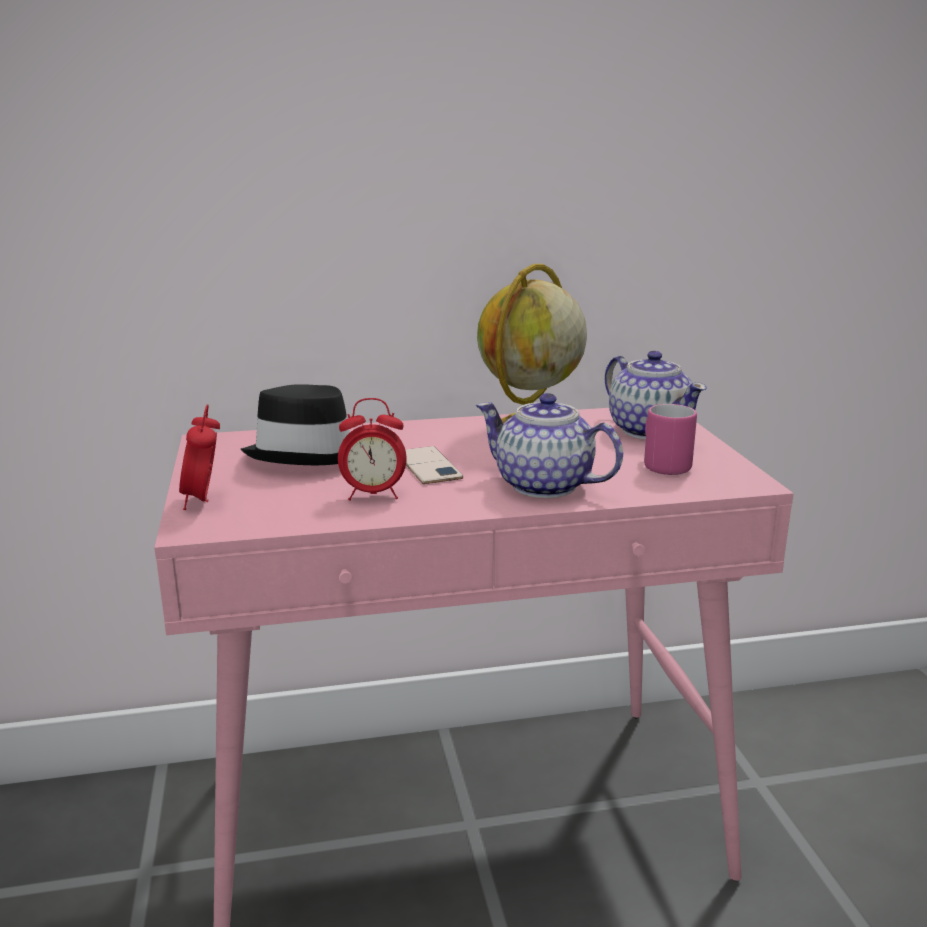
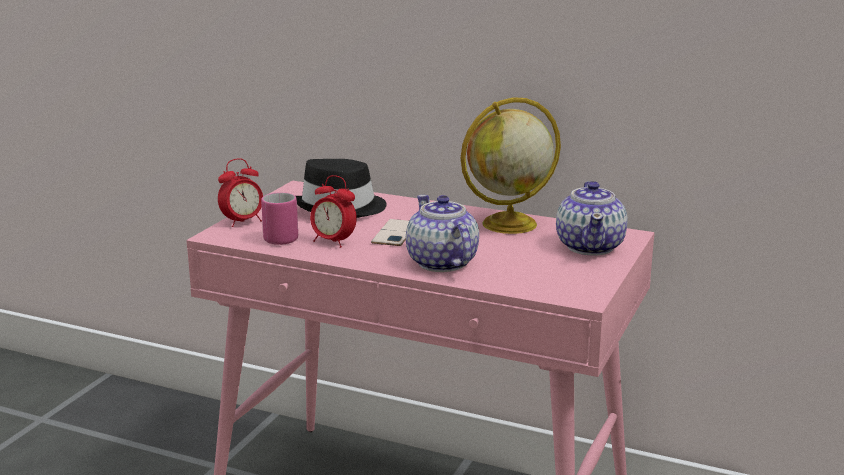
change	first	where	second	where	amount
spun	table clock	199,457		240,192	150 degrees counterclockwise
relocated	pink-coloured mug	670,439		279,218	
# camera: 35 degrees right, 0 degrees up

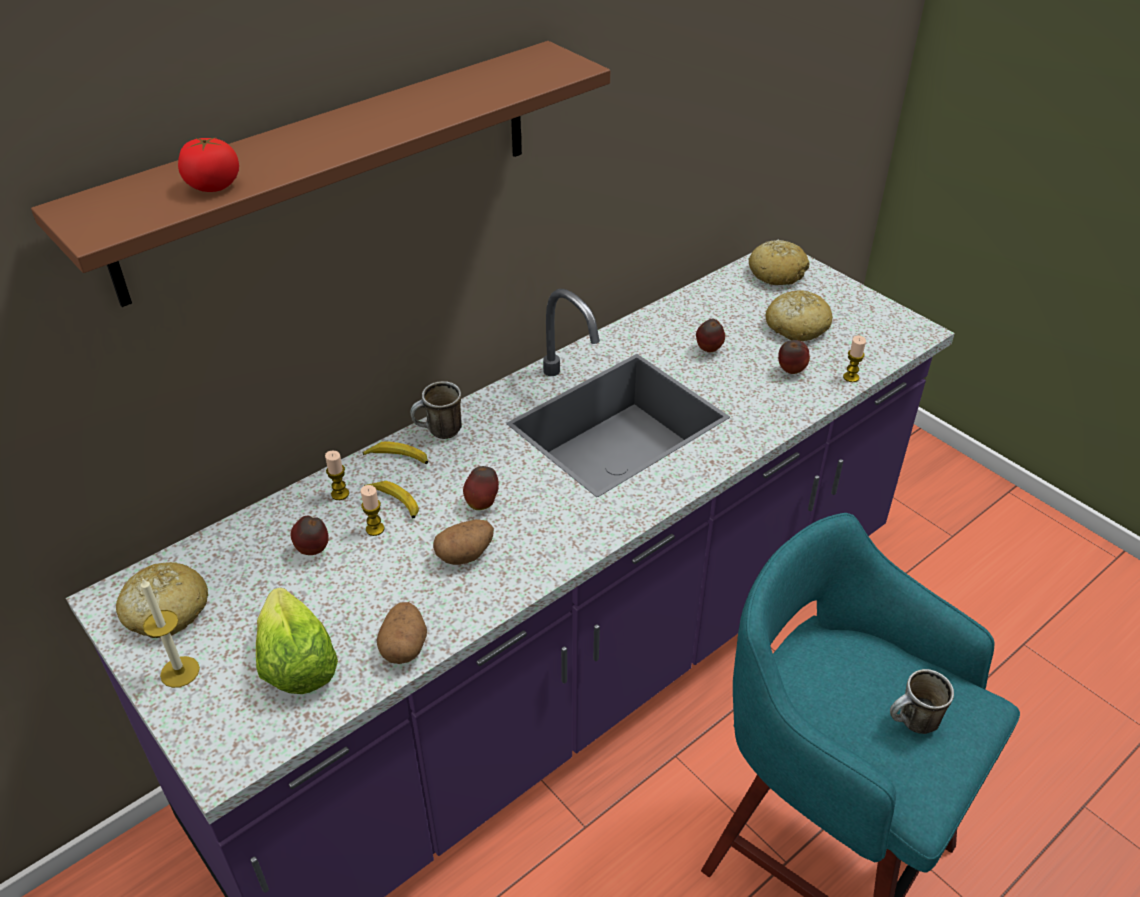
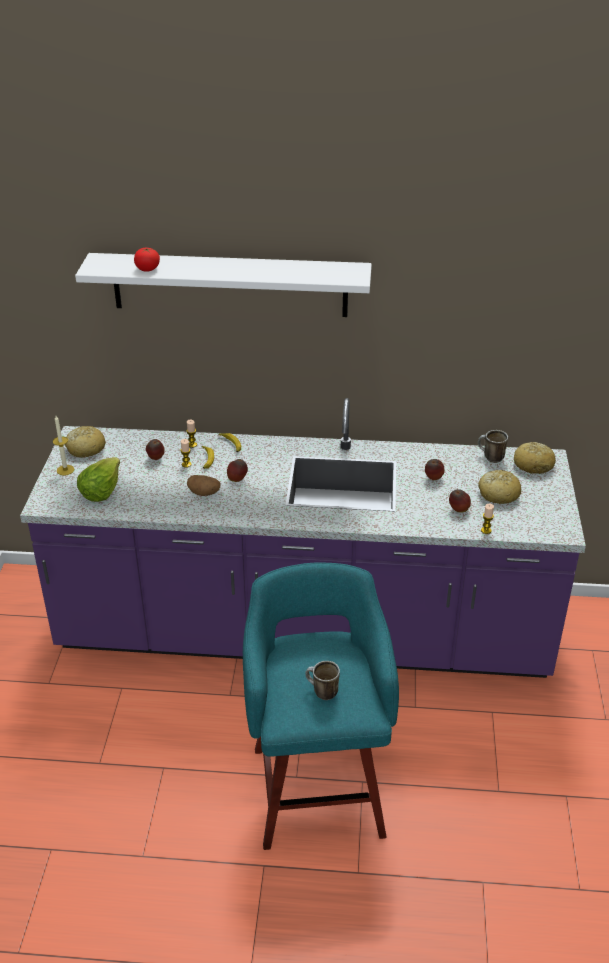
change	first	where	second	where	amount
colour	brownish bracket shelf	320,174	white bracket shelf	223,285	
relocated	mug	436,410		493,446	
missing	whole potato	401,633			
# camera: 45 degrees right, 5 degrees down

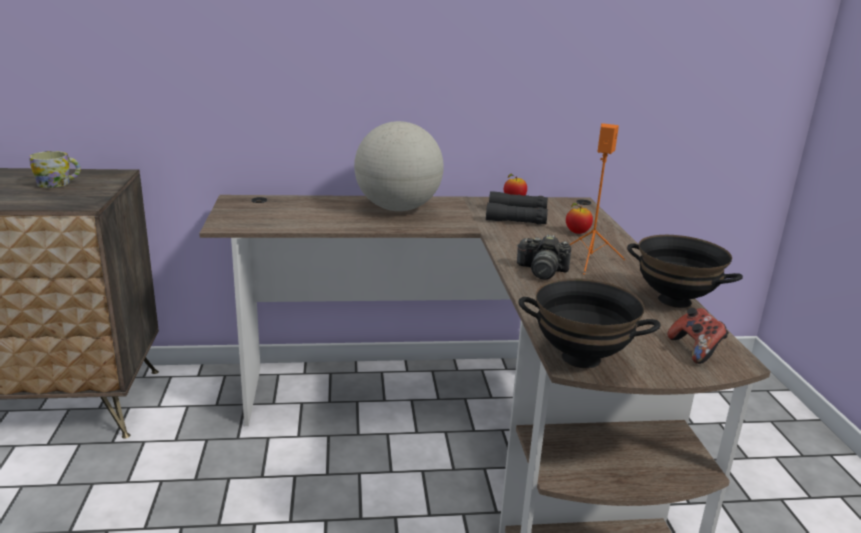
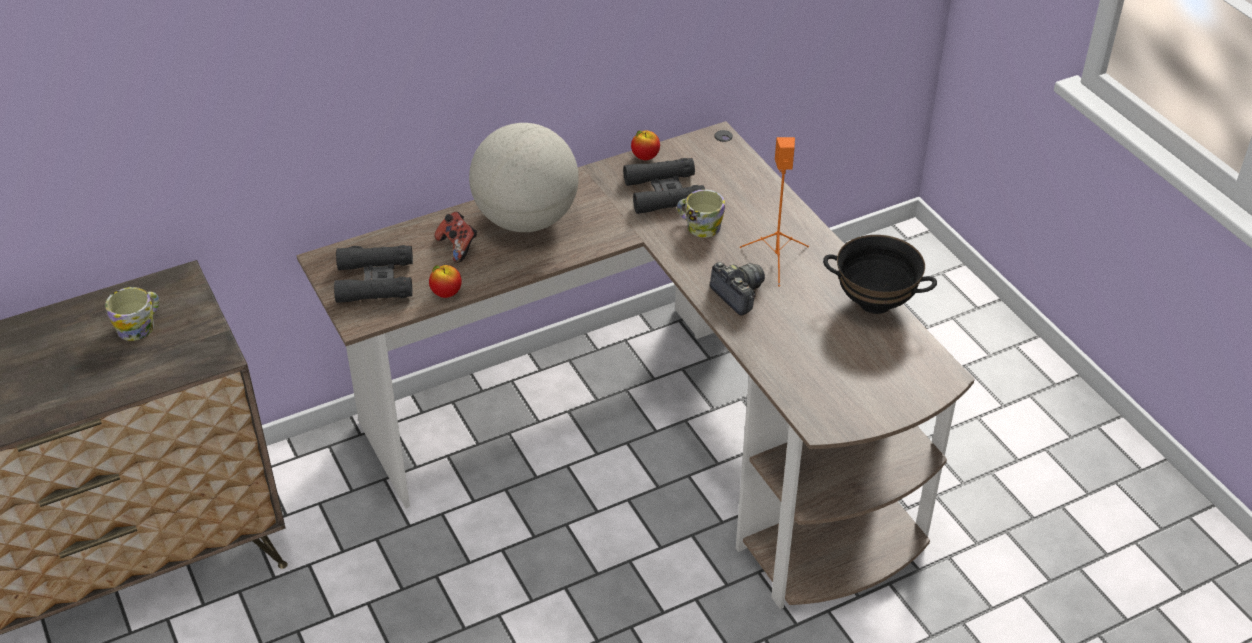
change	first	where	second	where	amount
relocated	apple fruit	579,218		445,281	
spun	still camera	544,256		737,289	120 degrees counterclockwise
missing	blackish serving bowl	590,323			
relocated	gamepad	698,336		456,237	
appeared			mug	701,213	
appeared			blackish binoculars	373,274	
# camera: 20 degrees left, 20 degrees up

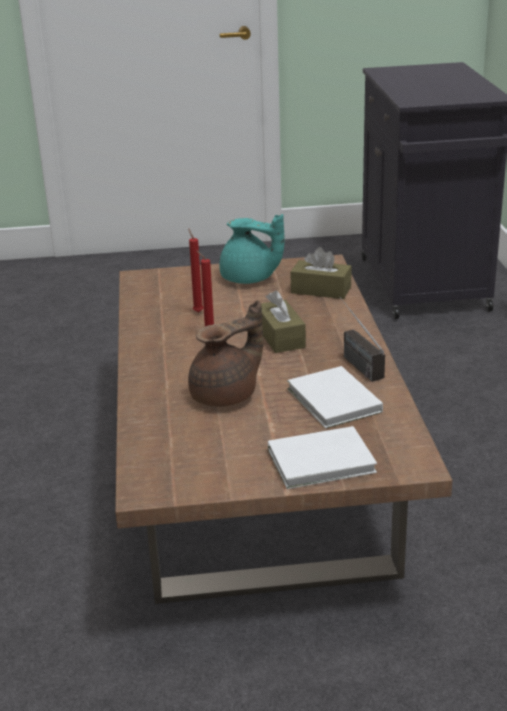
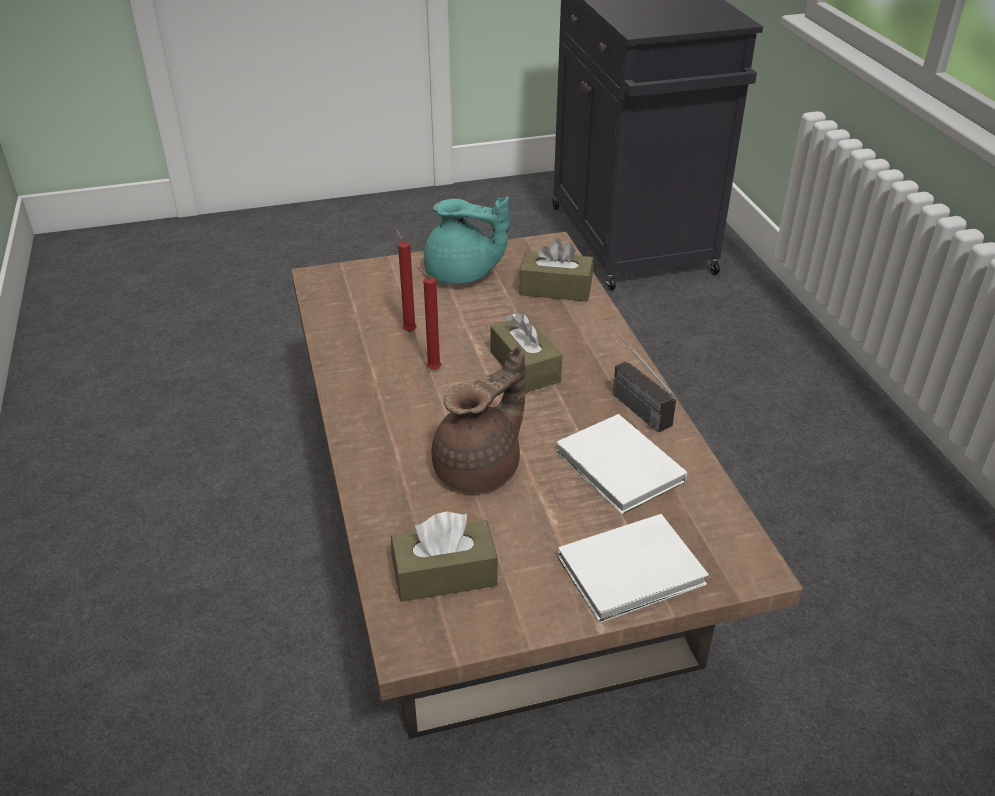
change	first	where	second	where	amount
appeared			brownish tissue box	444,557	
# camera: 10 degrees left, 10 degrees up

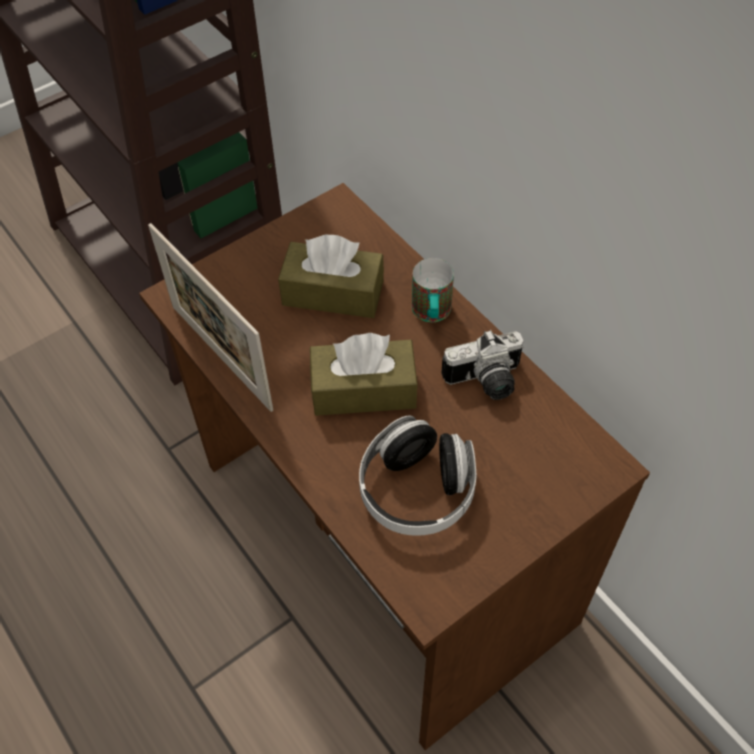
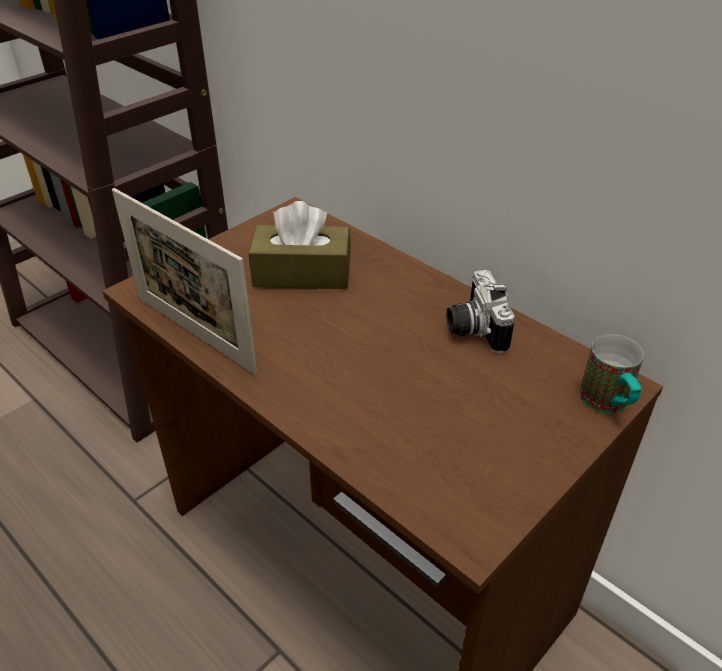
change	first	where	second	where	amount
relocated	mug	433,290		611,374	
spun	still camera	482,365		480,311	105 degrees clockwise
missing	brownish tissue box	364,374			
missing	headset	417,476			
# camera: 10 degrees left, 15 degrees down

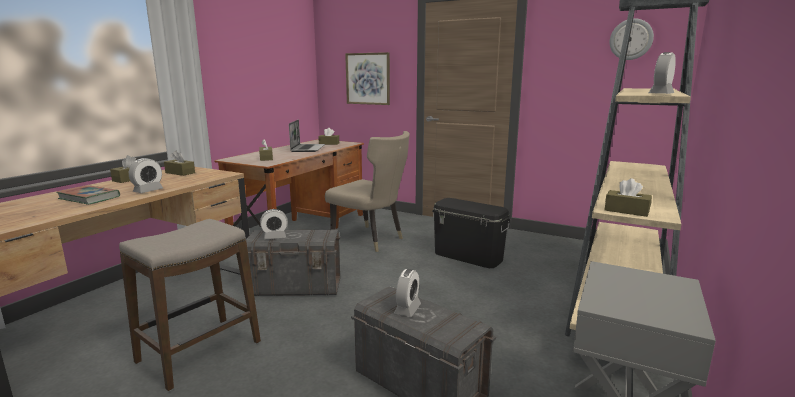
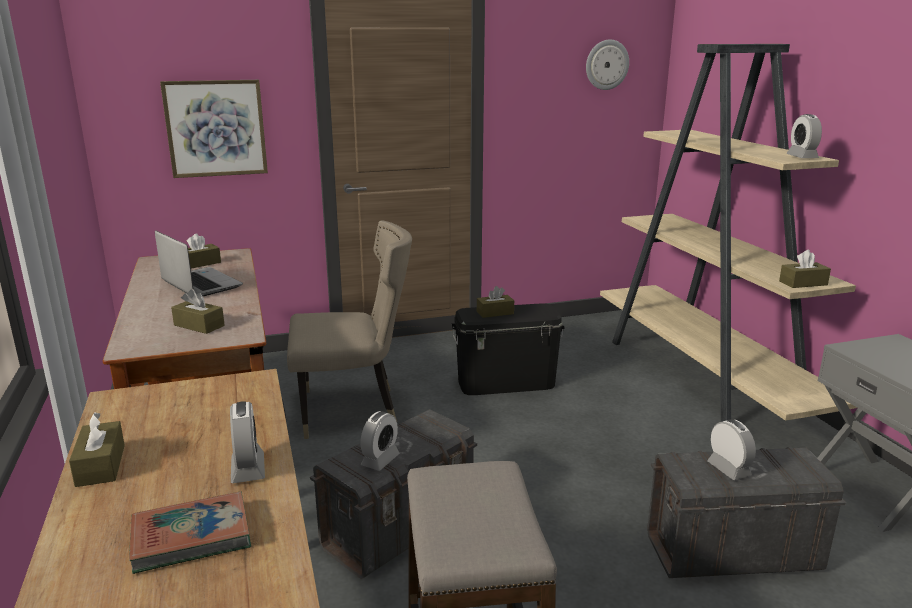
change	first	where	second	where	amount
relocated	brownish tissue box	179,163		495,302	
# camera: 45 degrees left, 5 degrees up

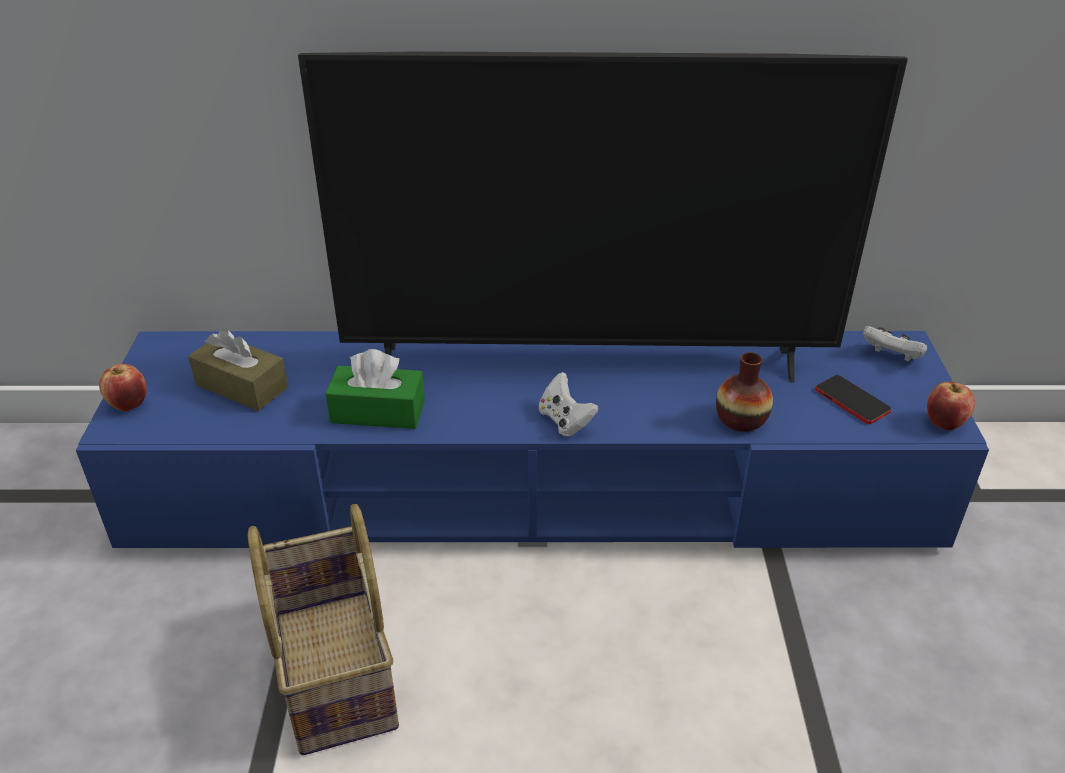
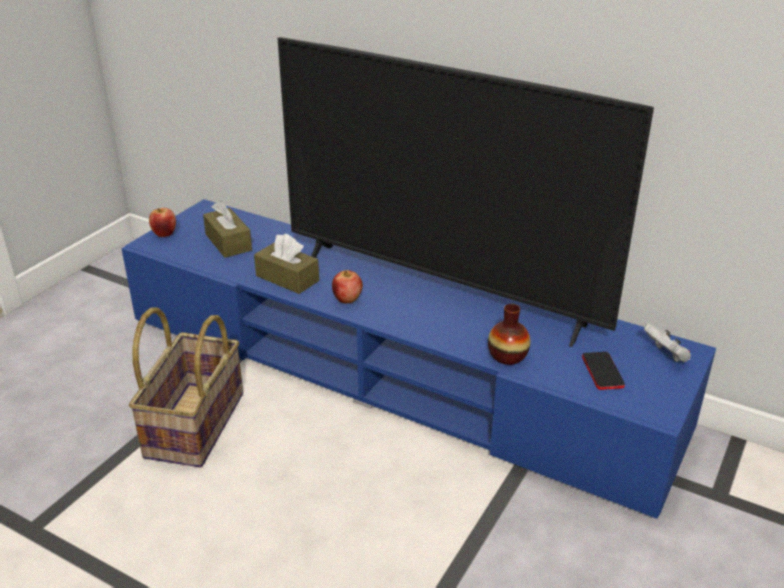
change	first	where	second	where	amount
colour	greenish tissue box	375,389	brownish tissue box	286,263	
missing	white gamepad	568,404			
relocated	apple fruit	951,406		347,286	
# camera: 30 degrees right, 5 degrees down

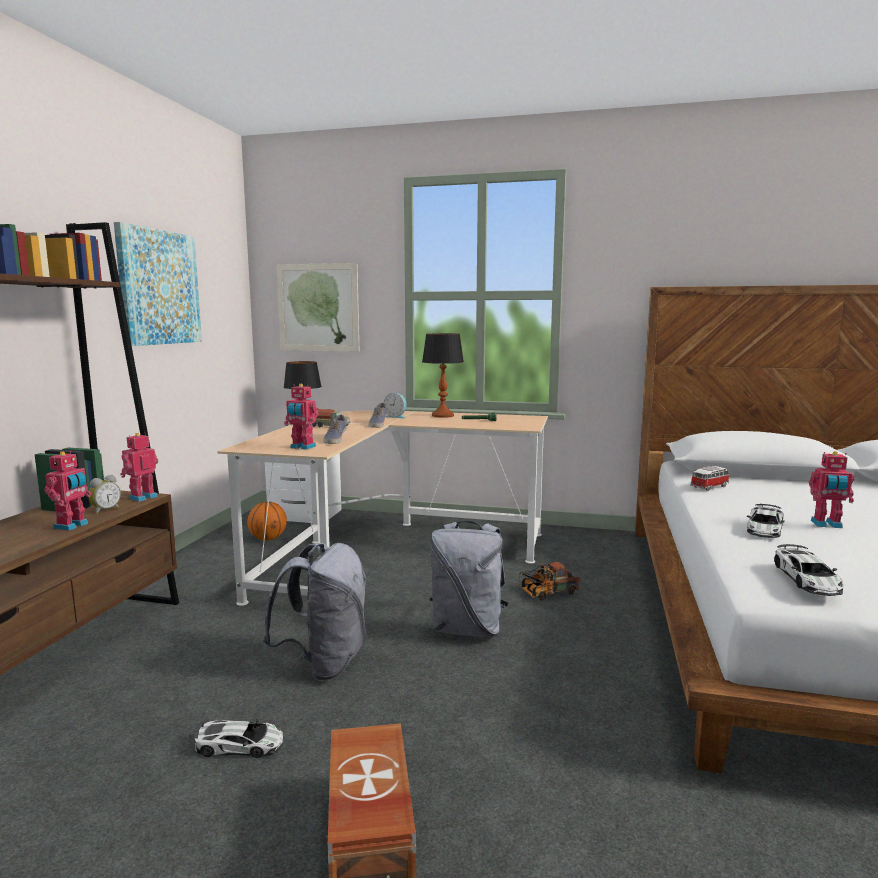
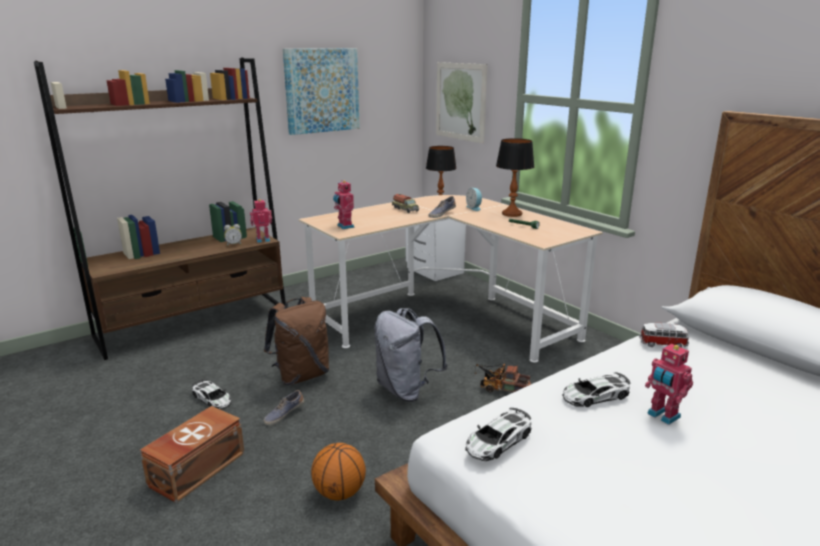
change	first	where	second	where	amount
relocated	item of footwear	335,429		283,408	
missing	model robot	67,491			
relocated	ball for basketball	267,521		338,471	
colour	grey backpack	314,612	brownish backpack	296,341	
# camera: 40 degrees right, 10 degrees up

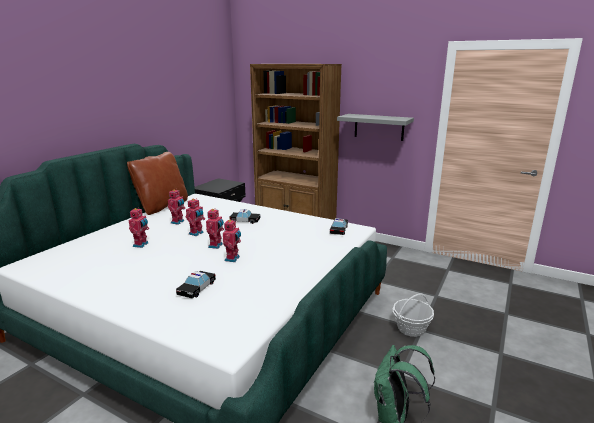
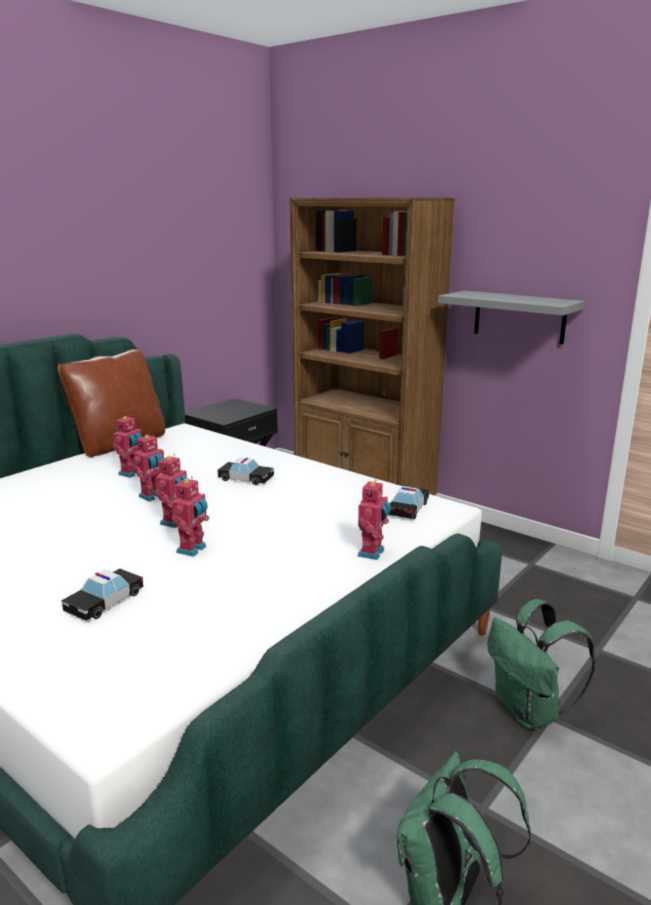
change	first	where	second	where	amount
relocated	model robot	139,227		374,519	
exchanged	storage basket	413,315	greenish backpack	541,664	
# camera: 10 degrees right, 0 degrees up

